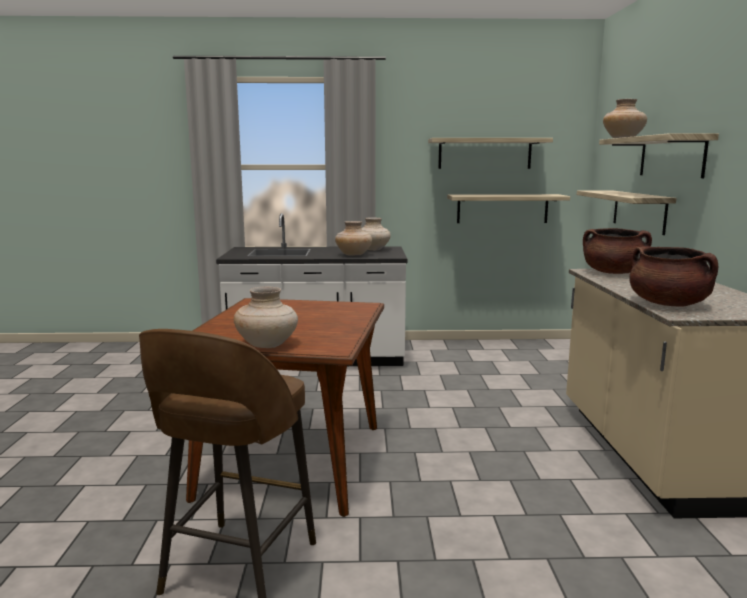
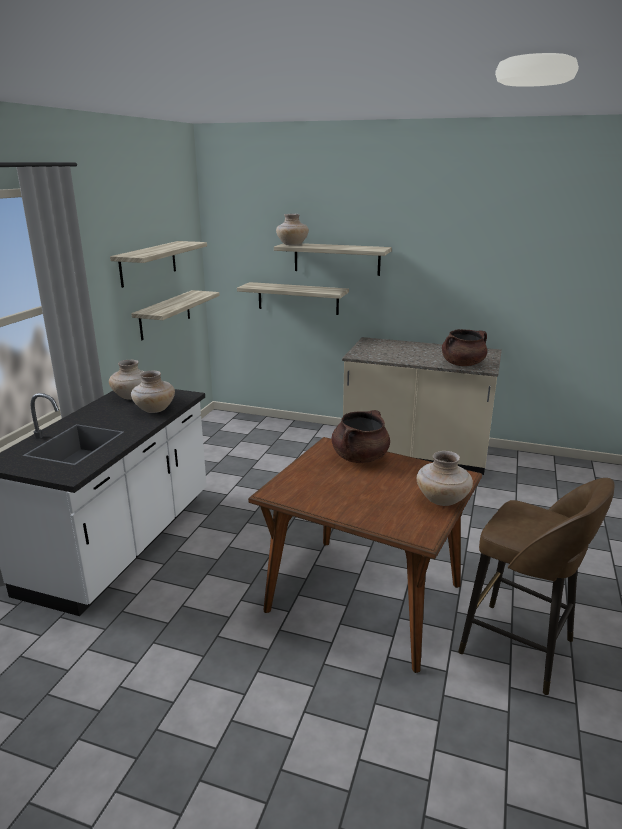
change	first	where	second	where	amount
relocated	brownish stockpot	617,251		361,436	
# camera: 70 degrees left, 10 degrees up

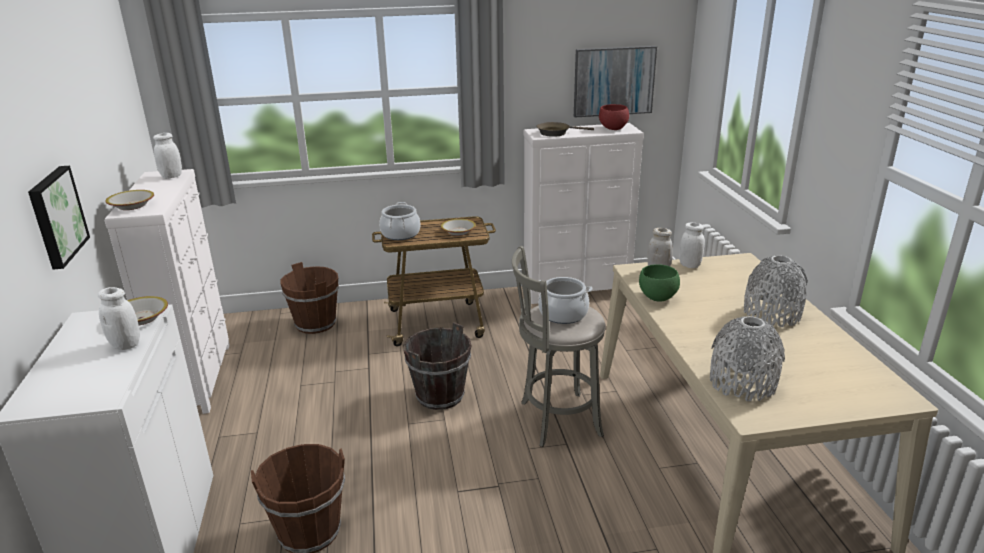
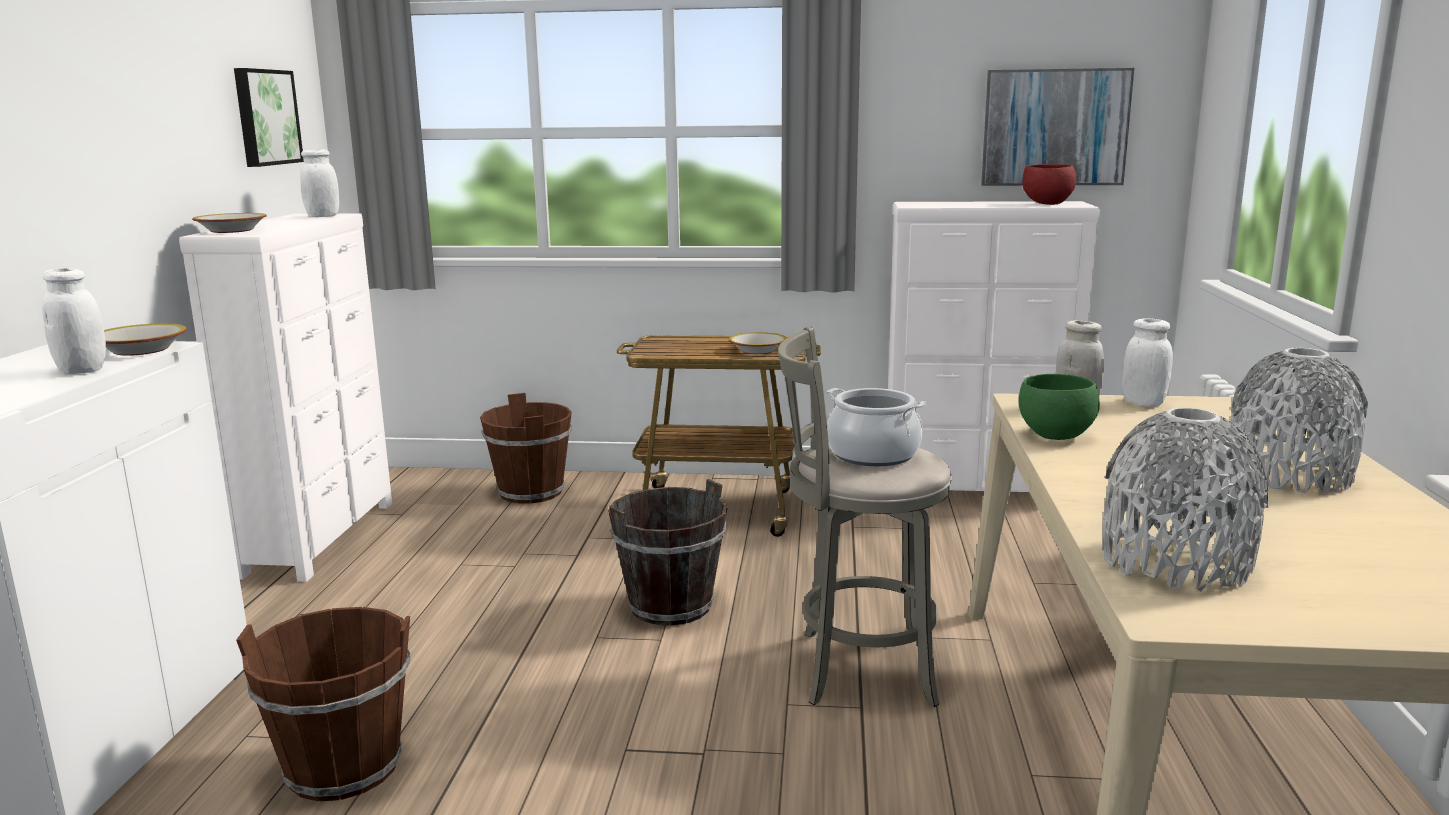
change	first	where	second	where	amount
missing	brownish pan	565,129			
relocated	wall picture	59,218		269,117	
missing	stockpot	399,221			
# camera: 15 degrees right, 10 degrees down

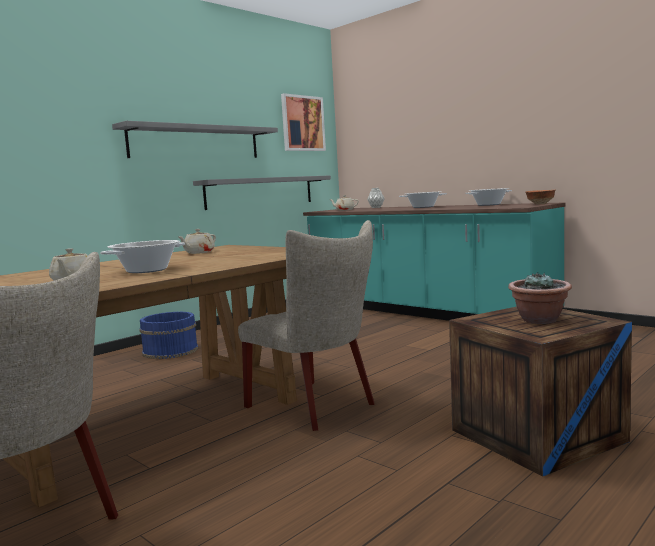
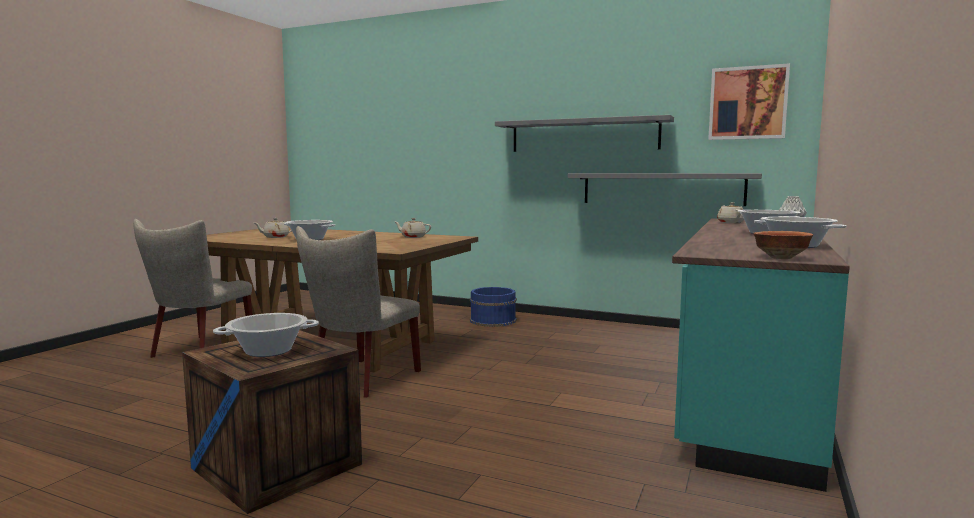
change	first	where	second	where	amount
exchanged	plant in a pot	540,298	stockpot	266,335	
# camera: 70 degrees right, 0 degrees up

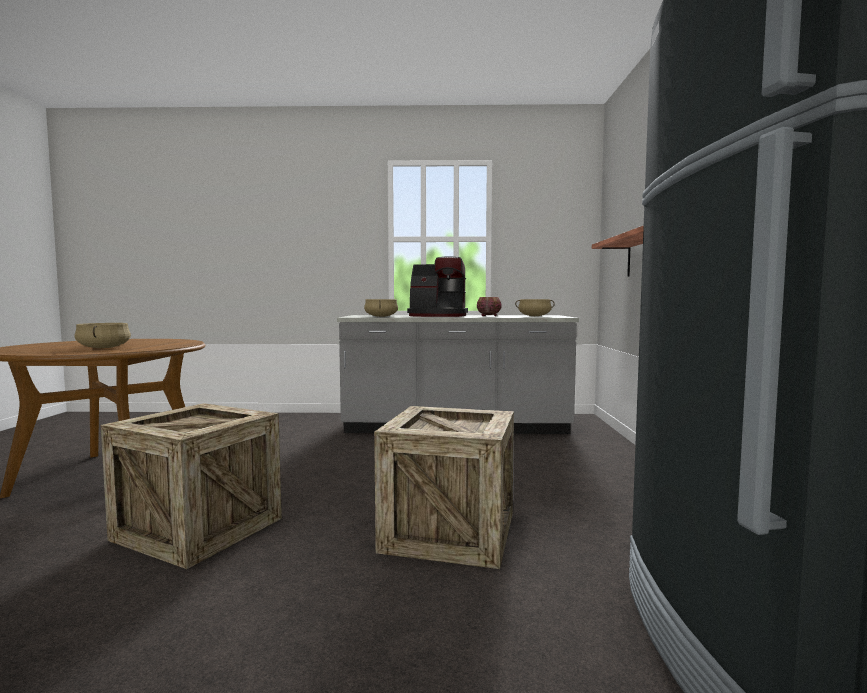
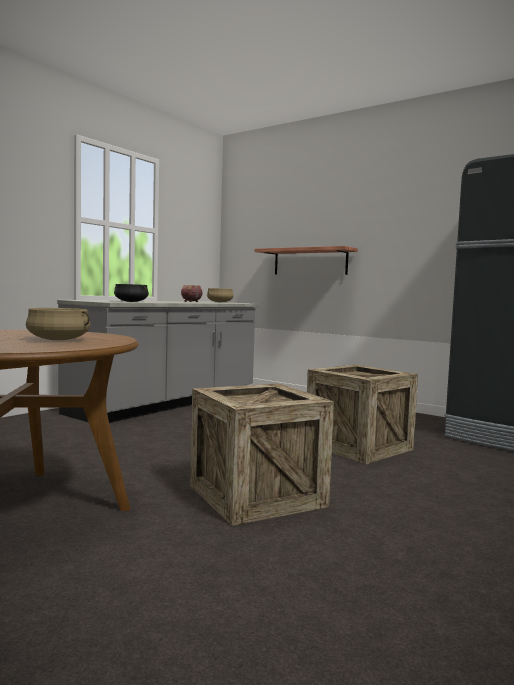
change	first	where	second	where	amount
missing	coffee machine	437,286			
colour	sand-coloured stockpot	381,308	blackish stockpot	131,293	
# camera: 55 degrees left, 0 degrees up

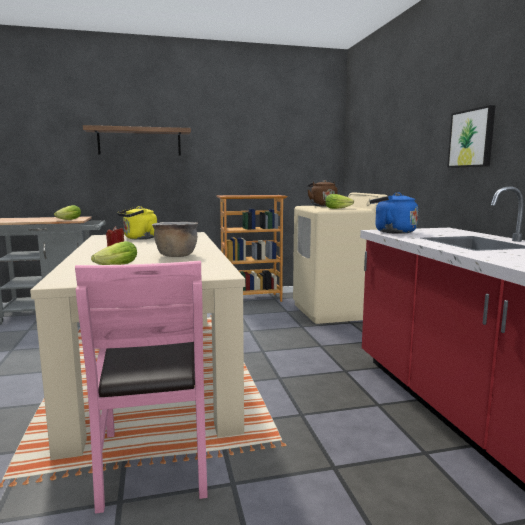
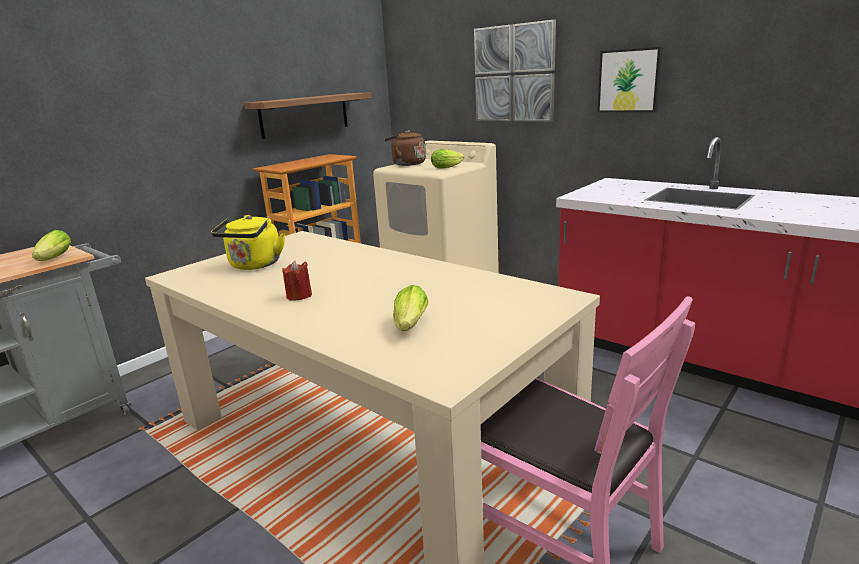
change	first	where	second	where	amount
relocated	bracket shelf	137,140		308,115	
missing	blue tea kettle	393,213			
missing	brownish stockpot	175,239			
appeared			wall picture	515,71	
# camera: 35 degrees left, 10 degrees up

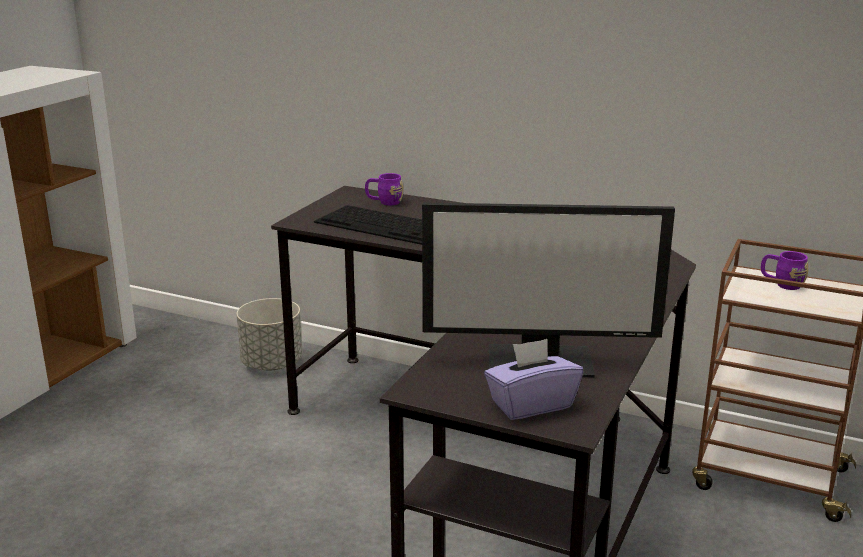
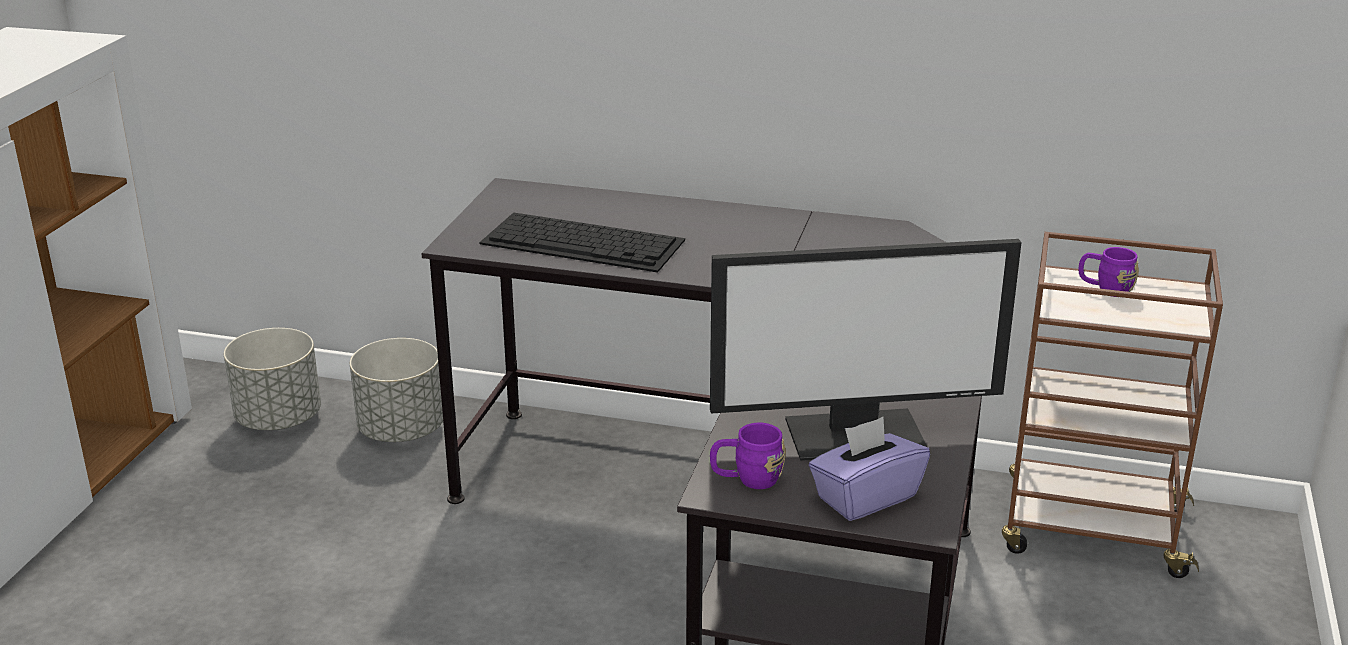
change	first	where	second	where	amount
relocated	purple-coloured mug	384,189		748,456	
appeared			grey planter	272,379	
# camera: 10 degrees left, 5 degrees up

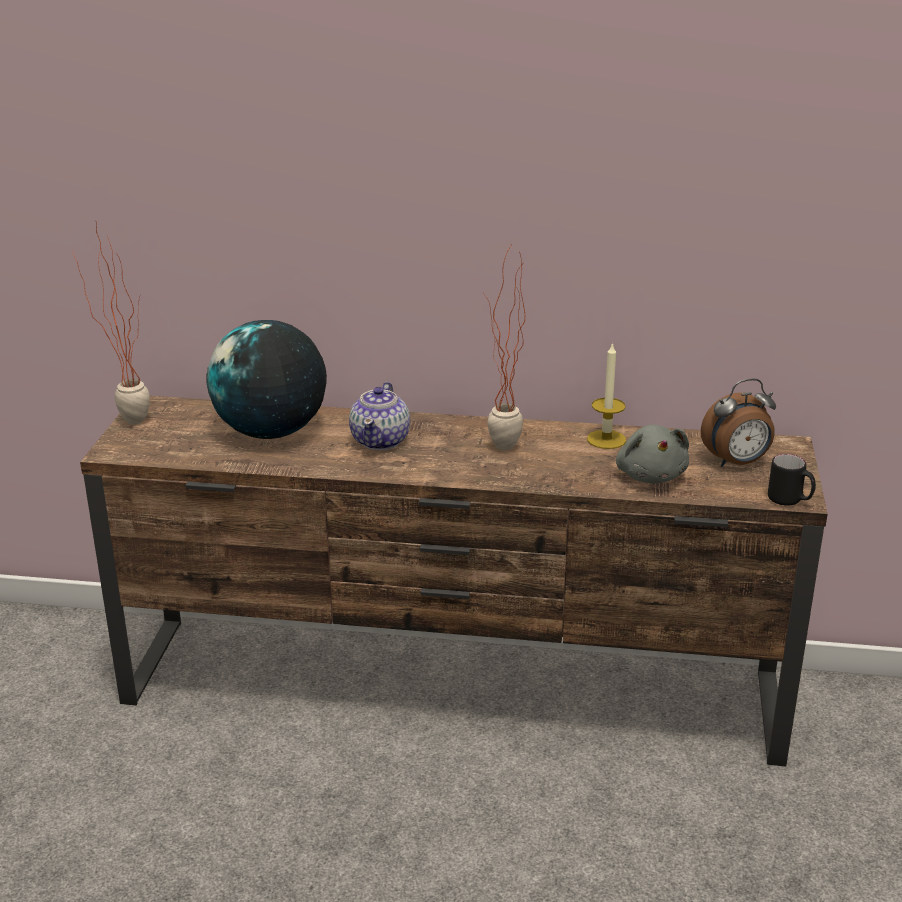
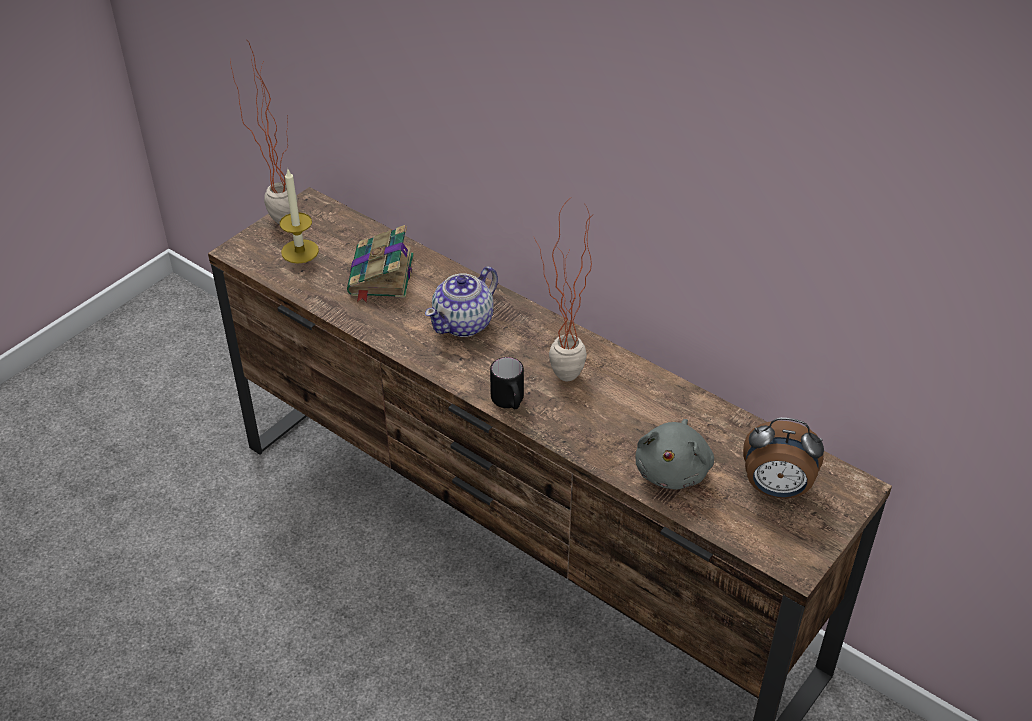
change	first	where	second	where	amount
exchanged	world globe	267,379	volume	380,263	
relocated	candle	606,395		299,216	
relocated	blackish mug	792,480		507,383	
# camera: 30 degrees right, 15 degrees up

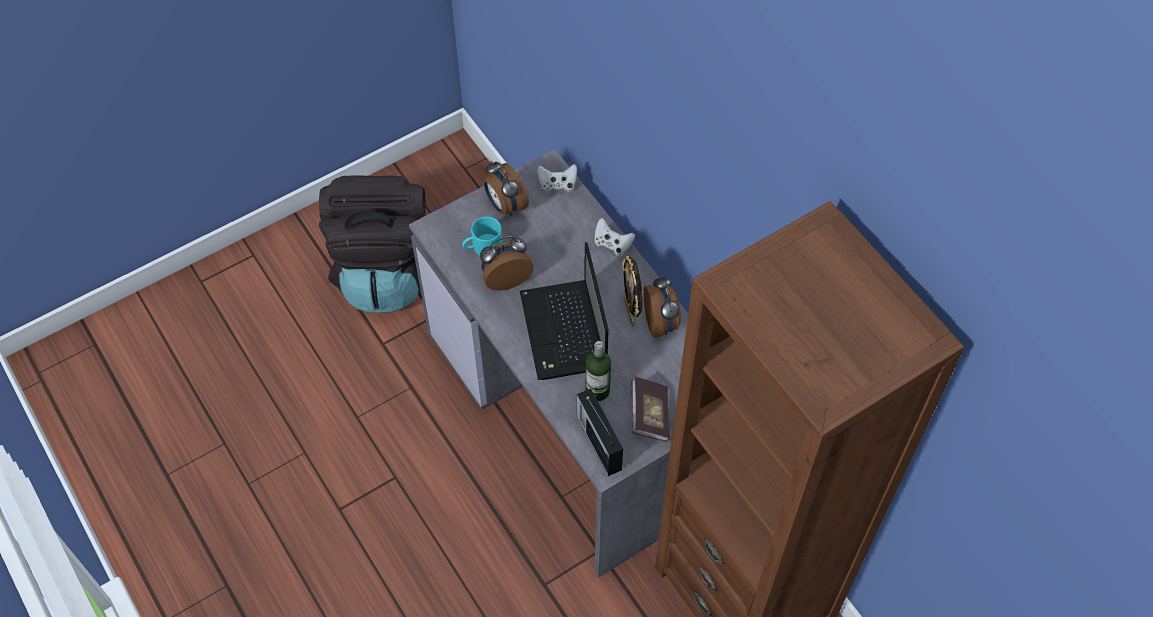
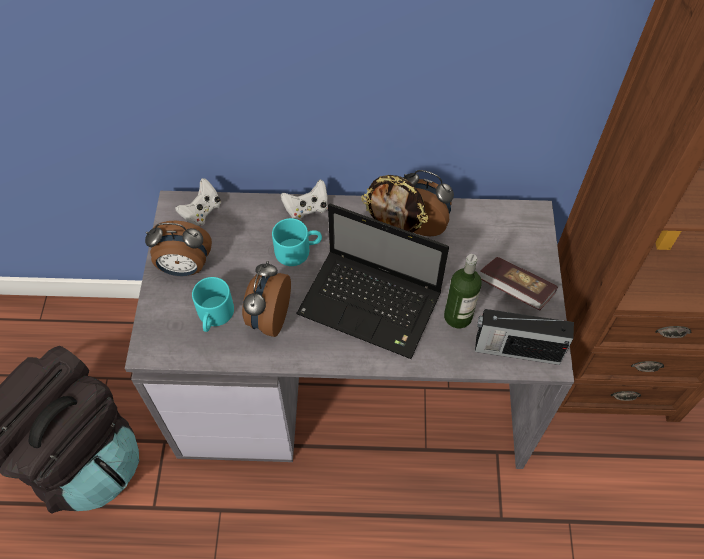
change	first	where	second	where	amount
appeared			turquoise mug	297,242	
# camera: 55 degrees left, 0 degrees up

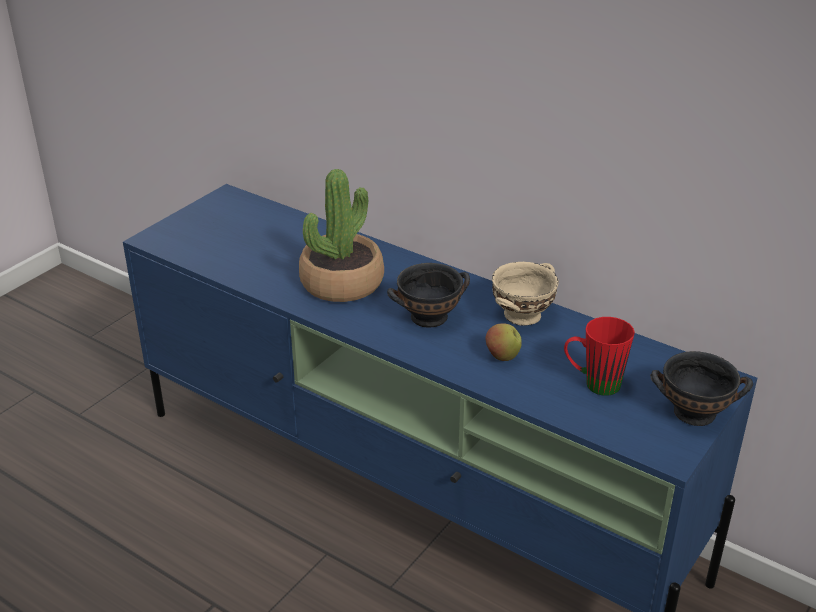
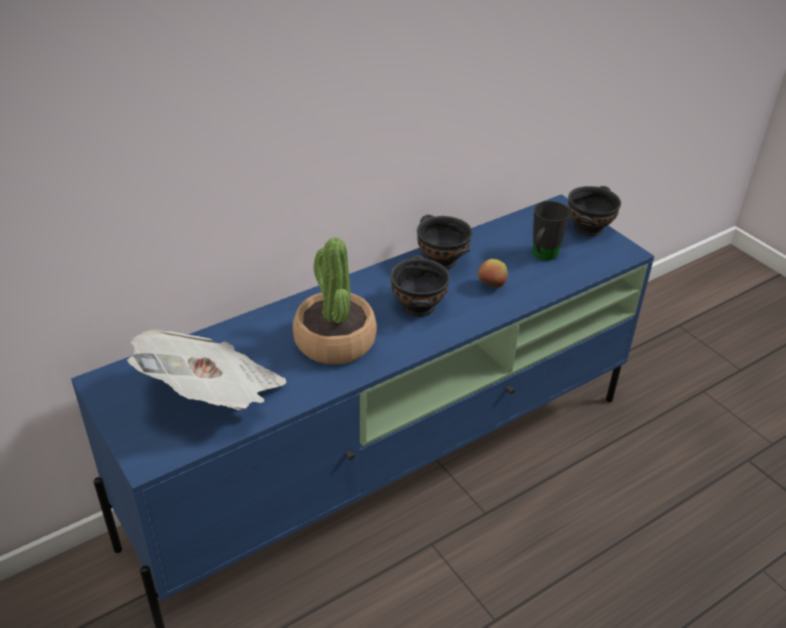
change	first	where	second	where	amount
colour	sand-coloured serving bowl	525,294	blackish serving bowl	444,242	
colour	red mug	599,356	blackish mug	551,231	
appeared			newspaper	206,369	
# camera: 70 degrees left, 5 degrees up

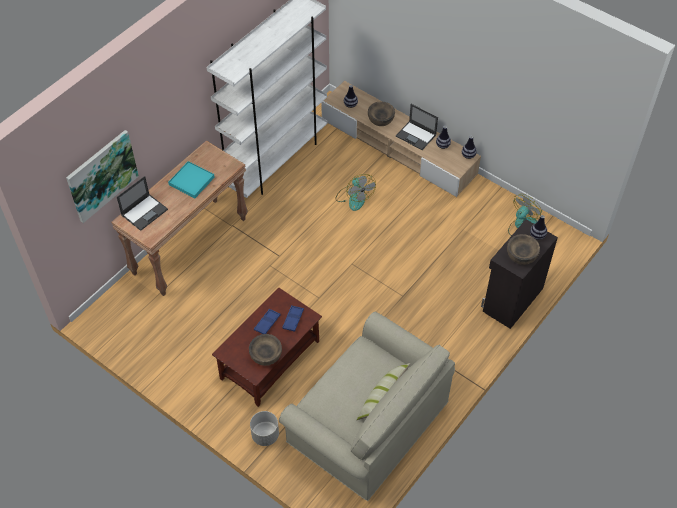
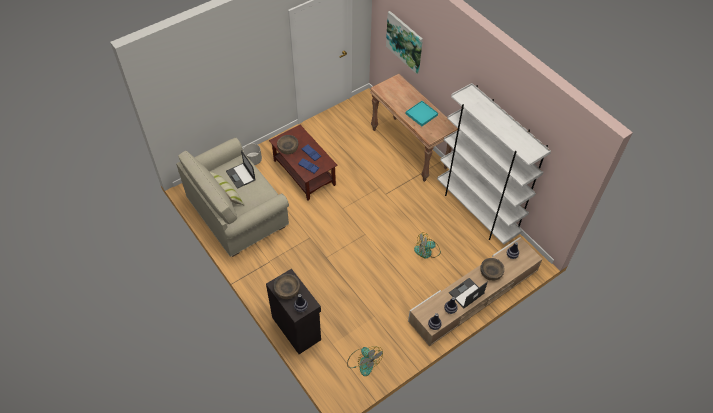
change	first	where	second	where	amount
relocated	laptop	142,203		240,169	
# camera: 105 degrees right, 0 degrees up

